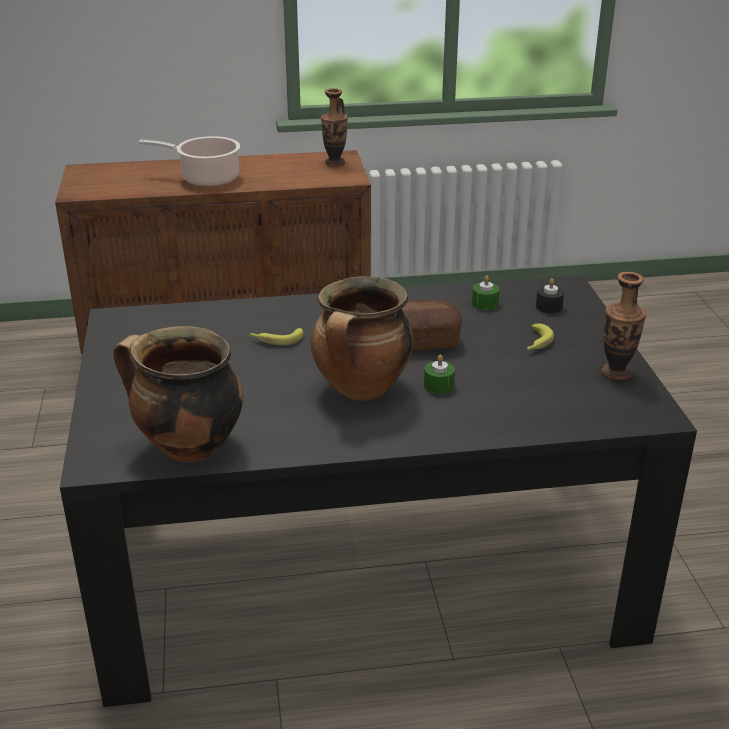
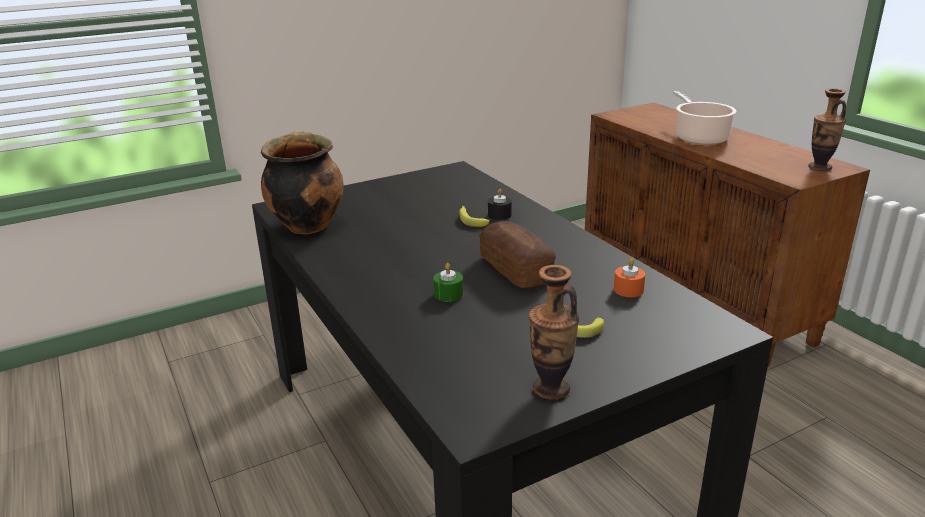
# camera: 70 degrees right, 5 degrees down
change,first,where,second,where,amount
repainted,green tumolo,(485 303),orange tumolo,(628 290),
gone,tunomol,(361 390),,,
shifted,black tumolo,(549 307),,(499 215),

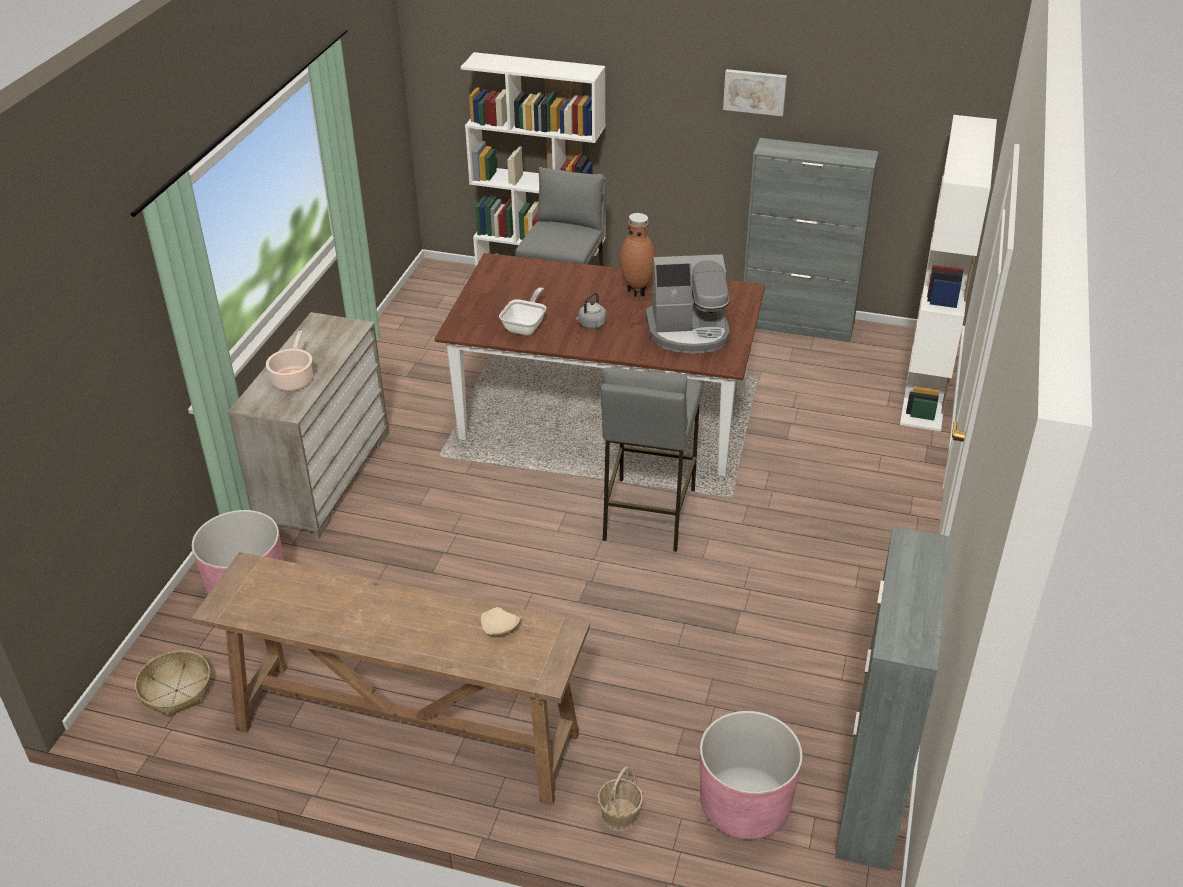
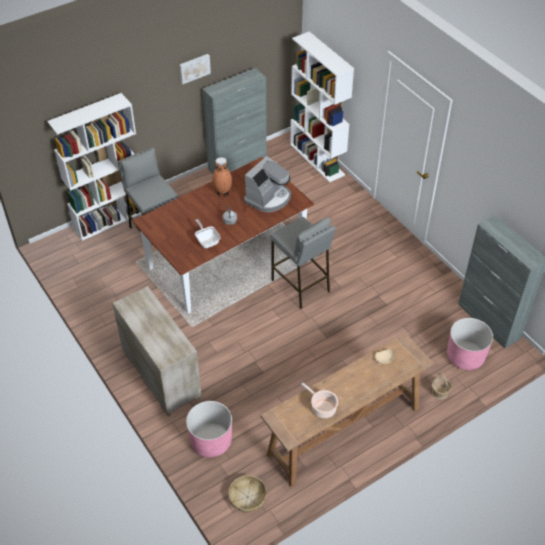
# camera: 50 degrees left, 10 degrees up
change,first,where,second,where,amount
shifted,tunomol,(293 379),,(322 408),

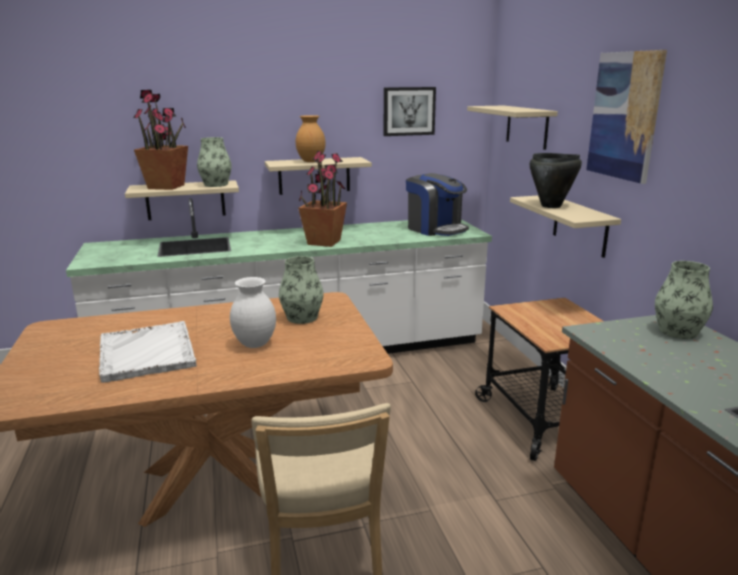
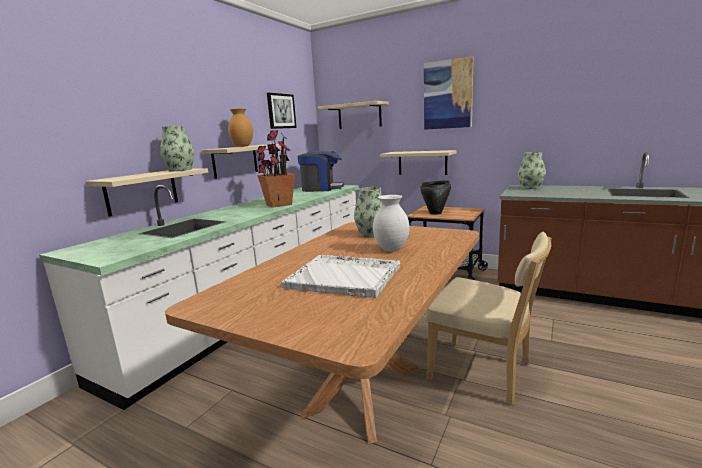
# camera: 45 degrees left, 5 degrees down
change,first,where,second,where,amount
gone,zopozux,(167 187),,,
shifted,black tunomol,(551 206),,(435 213),

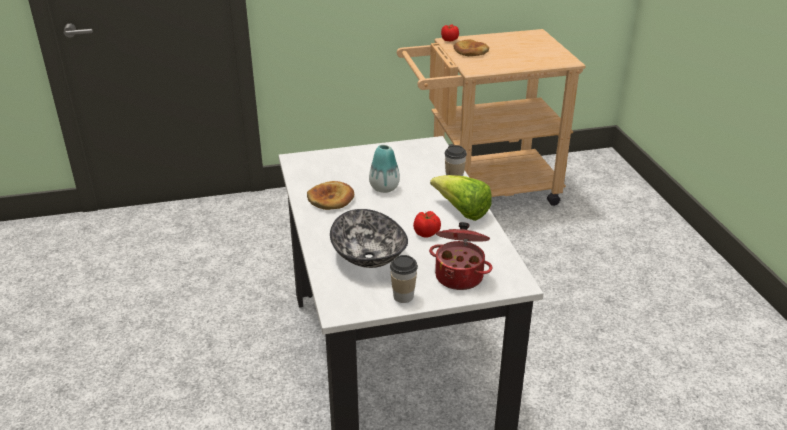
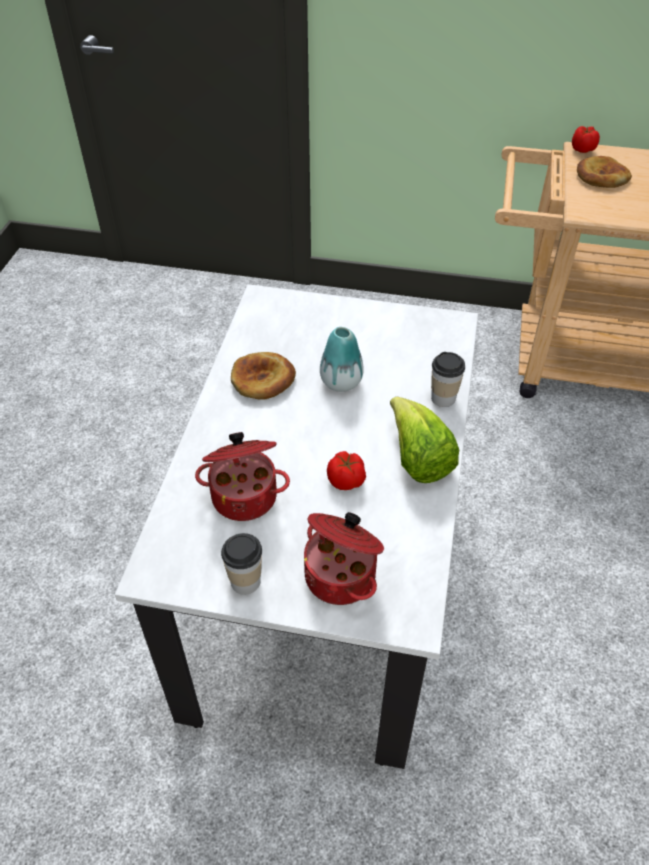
# camera: 25 degrees right, 15 degrees up
change,first,where,second,where,amount
swapped,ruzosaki,(368 257),tunomol,(245 495),

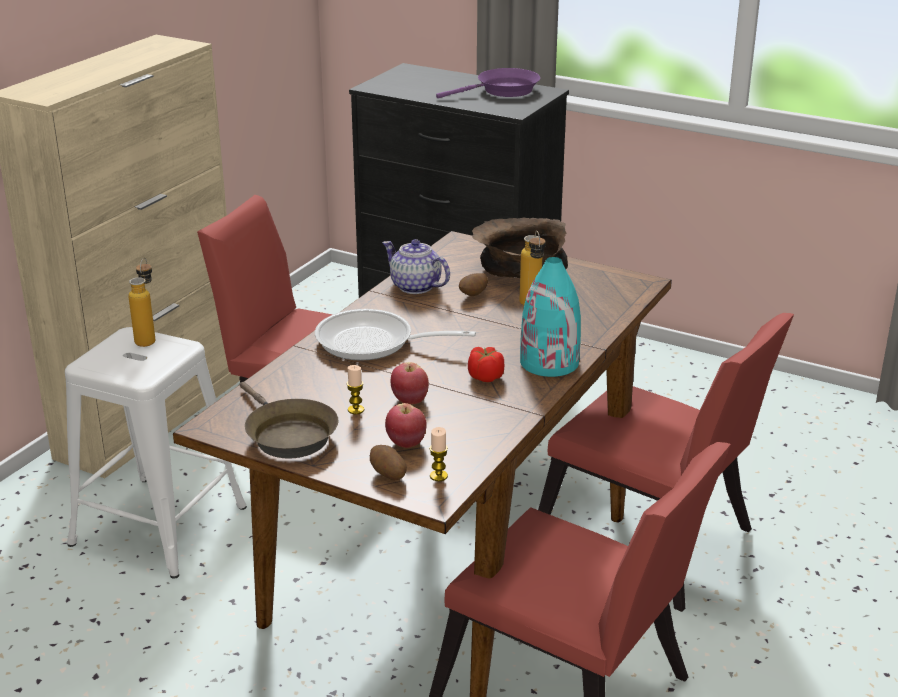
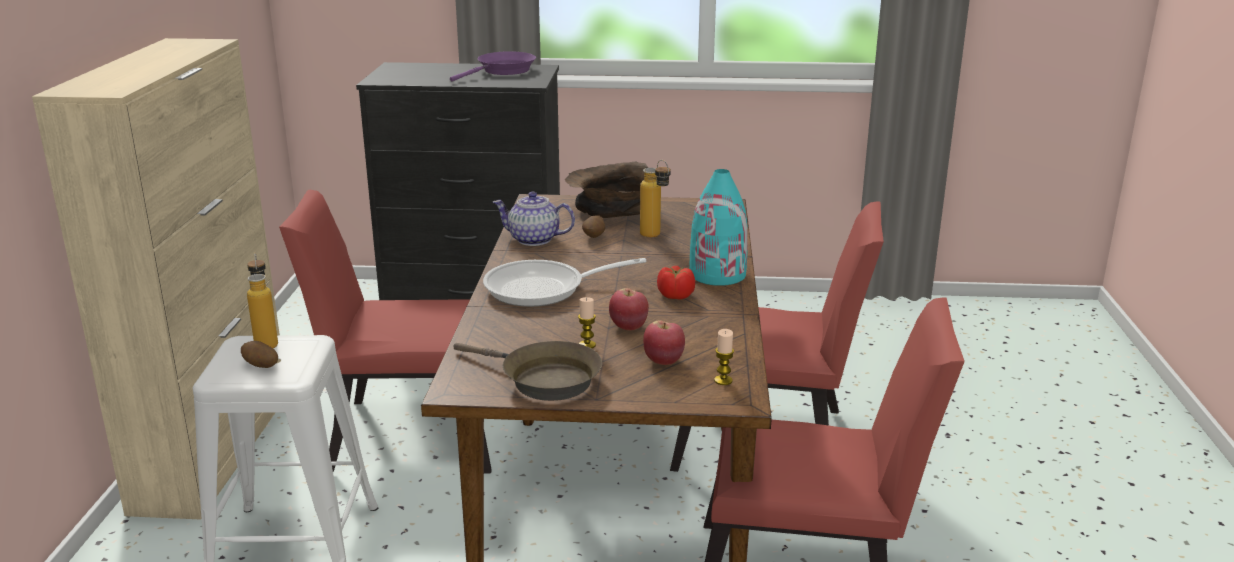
# camera: 25 degrees left, 5 degrees down
change,first,where,second,where,amount
shifted,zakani,(388 475),,(261 366),

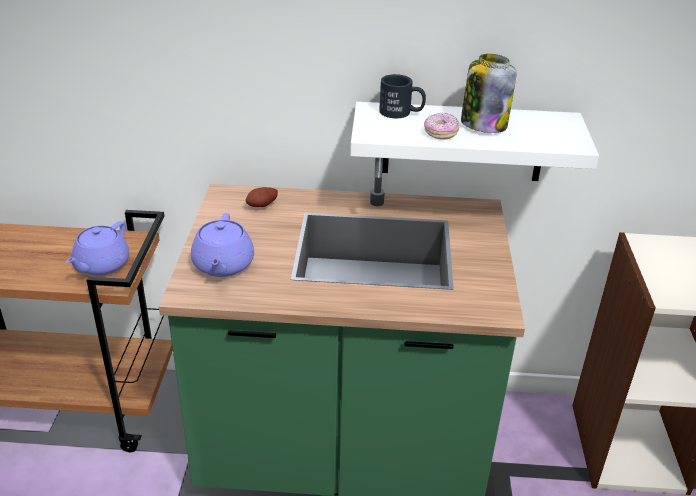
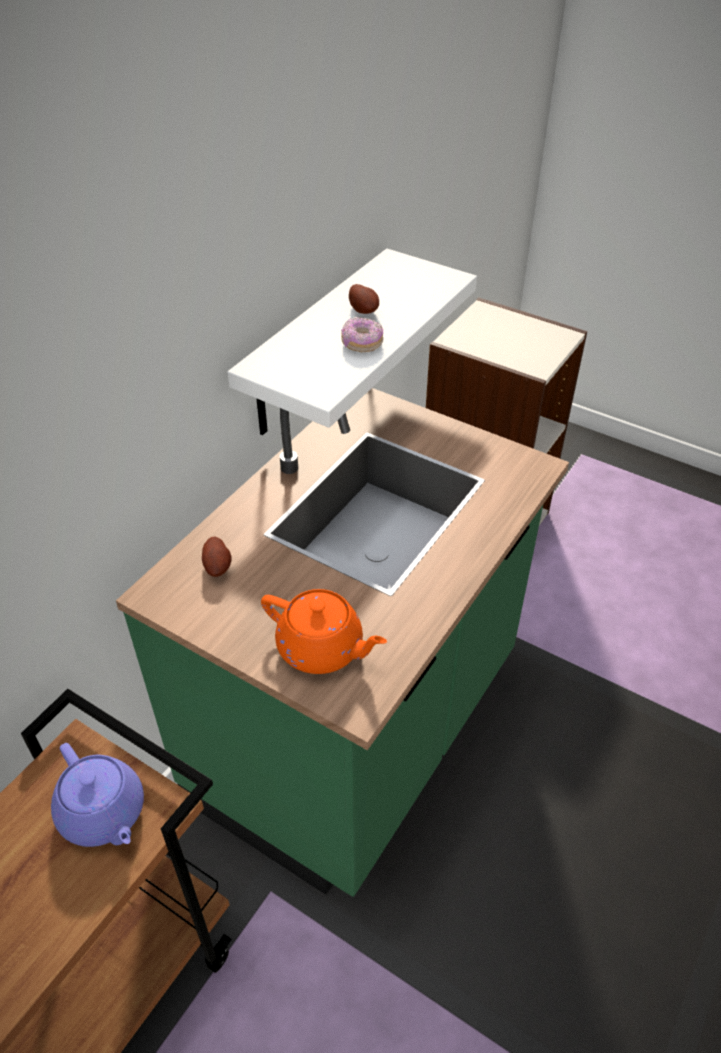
# camera: 60 degrees left, 10 degrees up
change,first,where,second,where,amount
swapped,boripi,(483 124),zakani,(364 310),
gone,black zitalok,(401 113),,,
repainted,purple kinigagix,(223 265),orange kinigagix,(322 648),

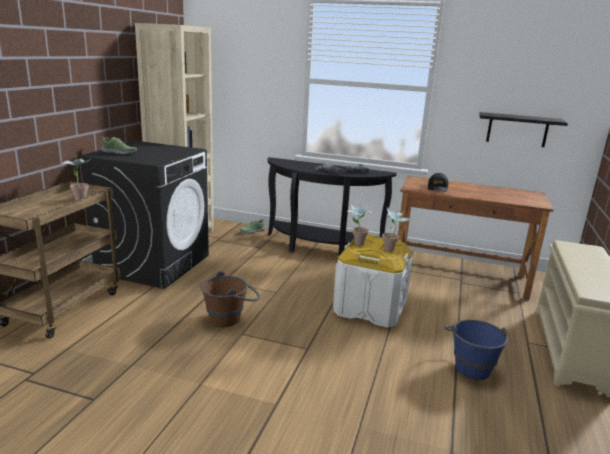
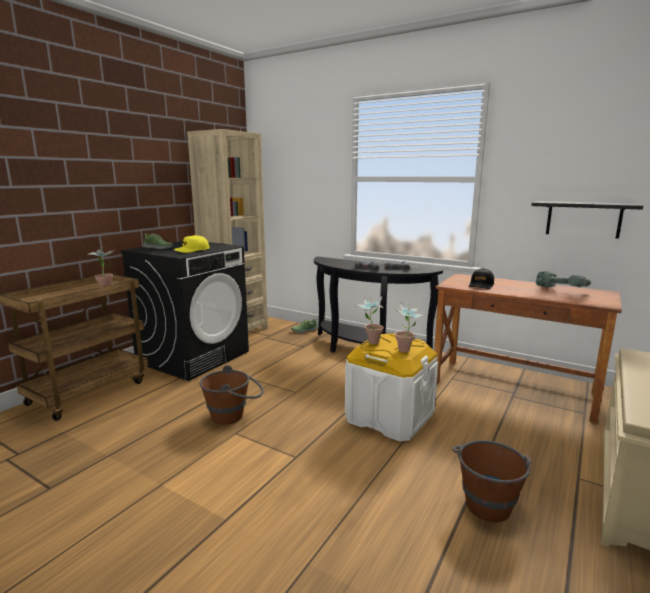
# camera: 15 degrees right, 5 degrees down
change,first,where,second,where,amount
repainted,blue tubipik,(470 365),brown tubipik,(486 499),
new,,,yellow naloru,(192 250),
new,,,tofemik,(562 290),

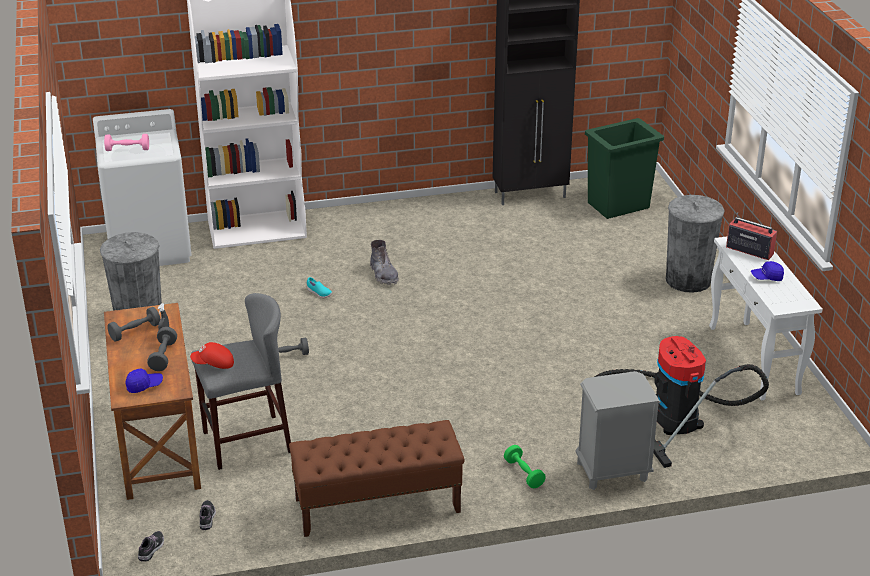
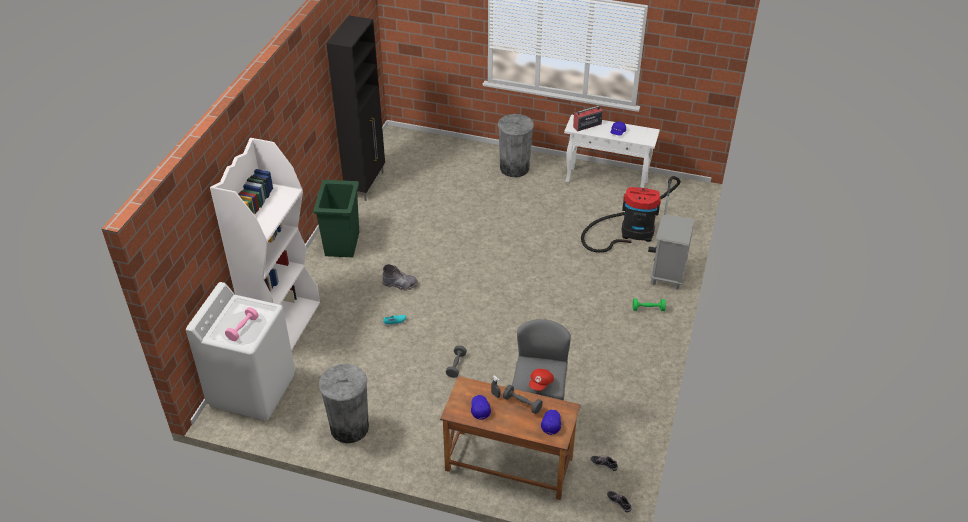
# camera: 60 degrees left, 10 degrees up
change,first,where,second,where,amount
shifted,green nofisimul,(619 205),,(343 243),
swapped,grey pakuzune,(135 332),blue naloru,(480 409),
gone,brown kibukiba,(377 505),,,

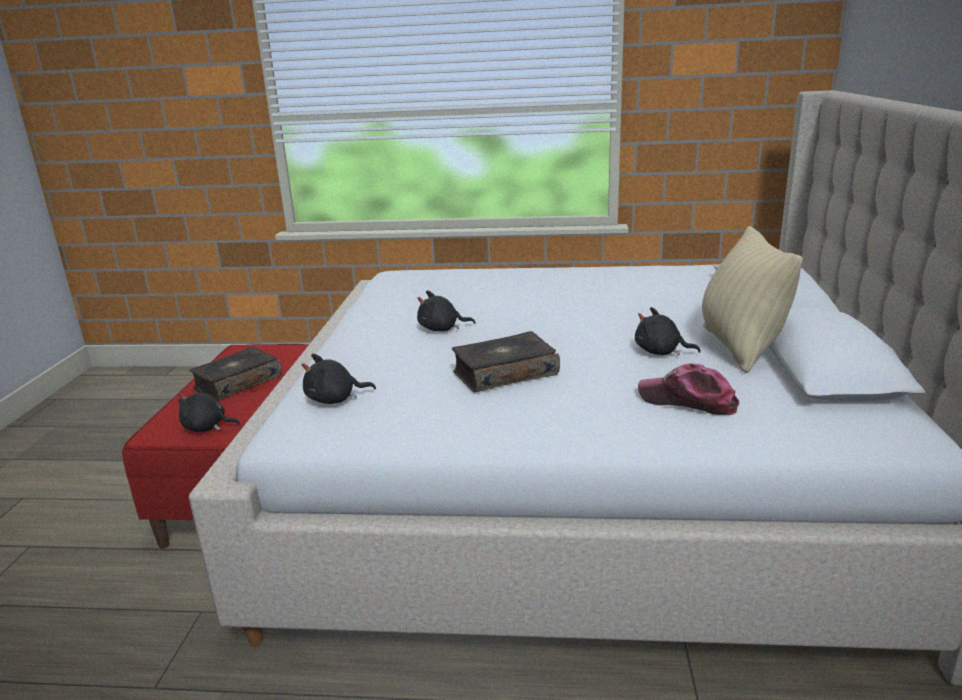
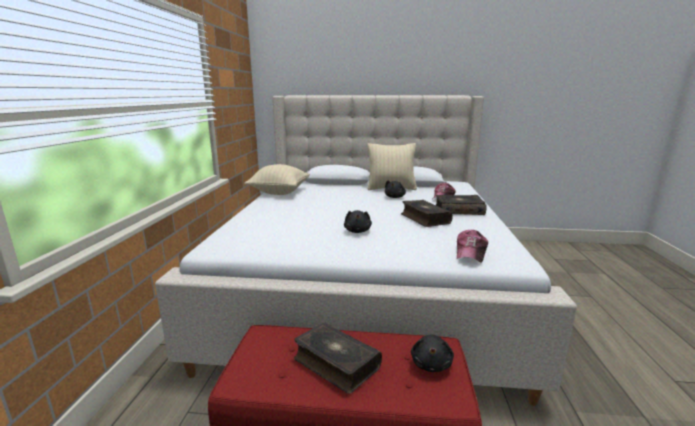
# camera: 90 degrees left, 5 degrees down
change,first,where,second,where,amount
swapped,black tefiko,(335 399),naloru,(471 252),
new,,,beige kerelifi,(279 192),
new,,,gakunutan,(458 211),

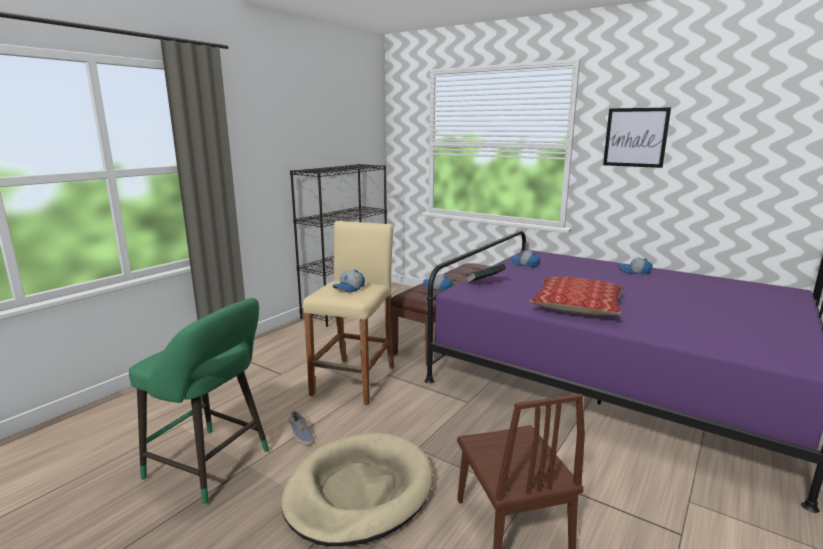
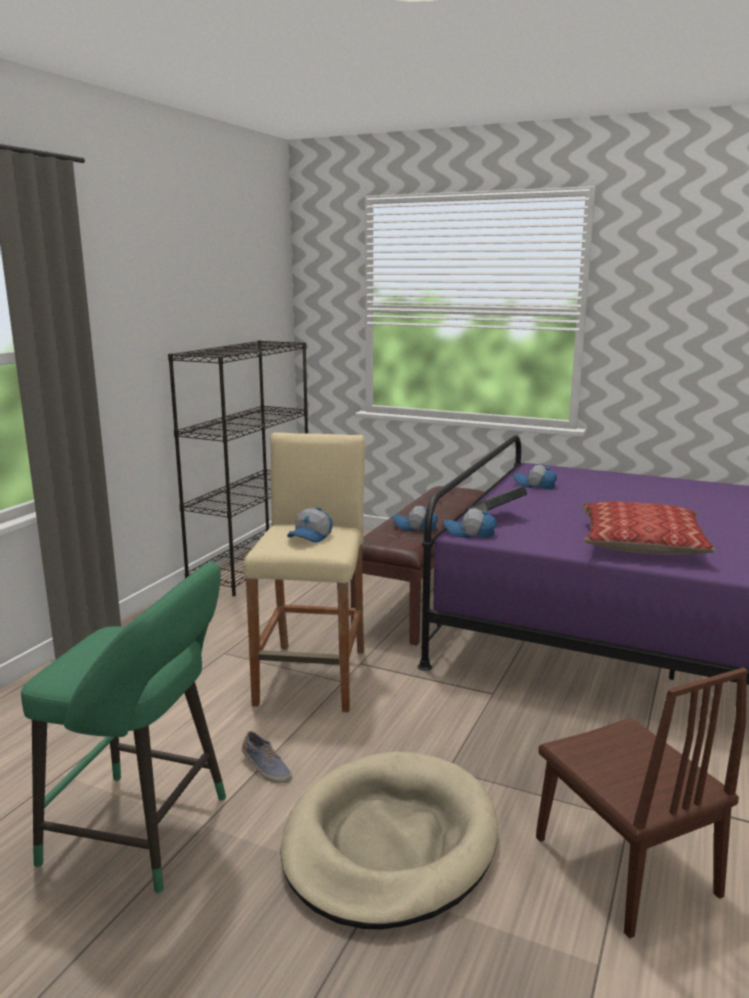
# camera: 10 degrees left, 0 degrees up
change,first,where,second,where,amount
gone,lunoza,(635 137),,,
shifted,naloru,(634 272),,(469 533),

